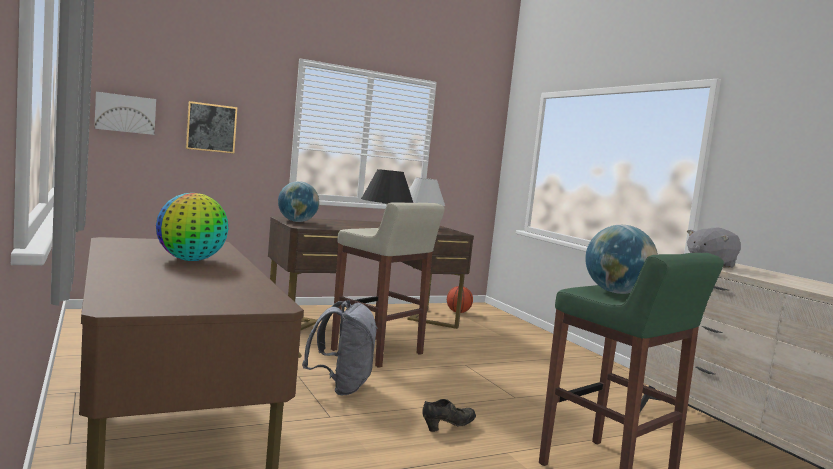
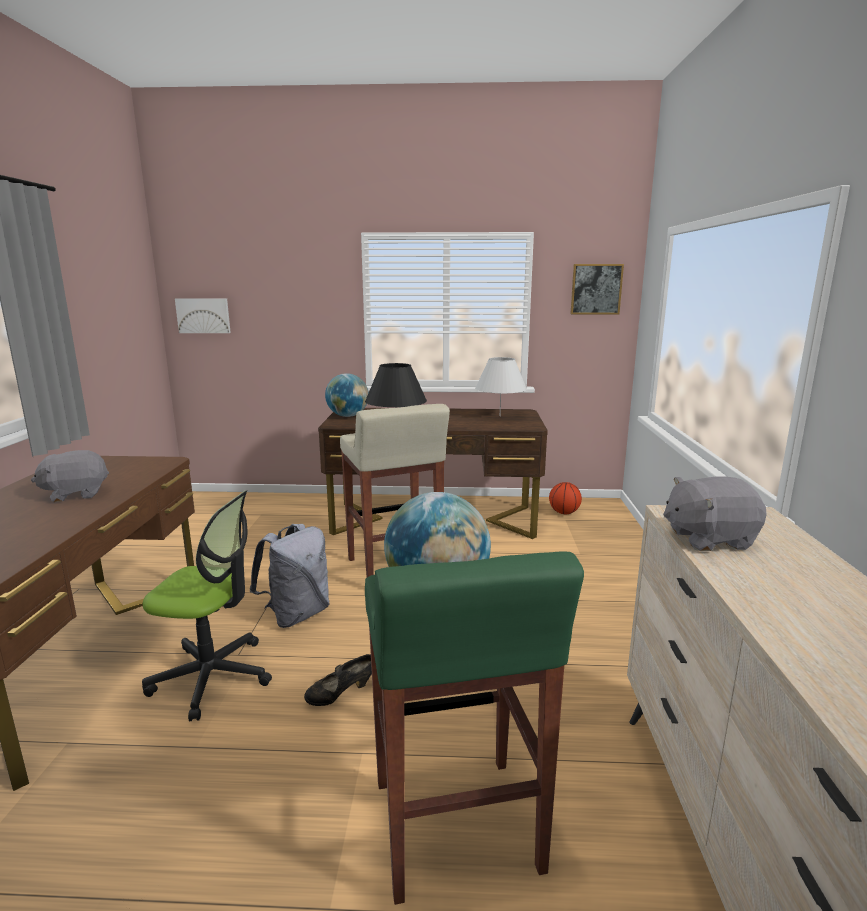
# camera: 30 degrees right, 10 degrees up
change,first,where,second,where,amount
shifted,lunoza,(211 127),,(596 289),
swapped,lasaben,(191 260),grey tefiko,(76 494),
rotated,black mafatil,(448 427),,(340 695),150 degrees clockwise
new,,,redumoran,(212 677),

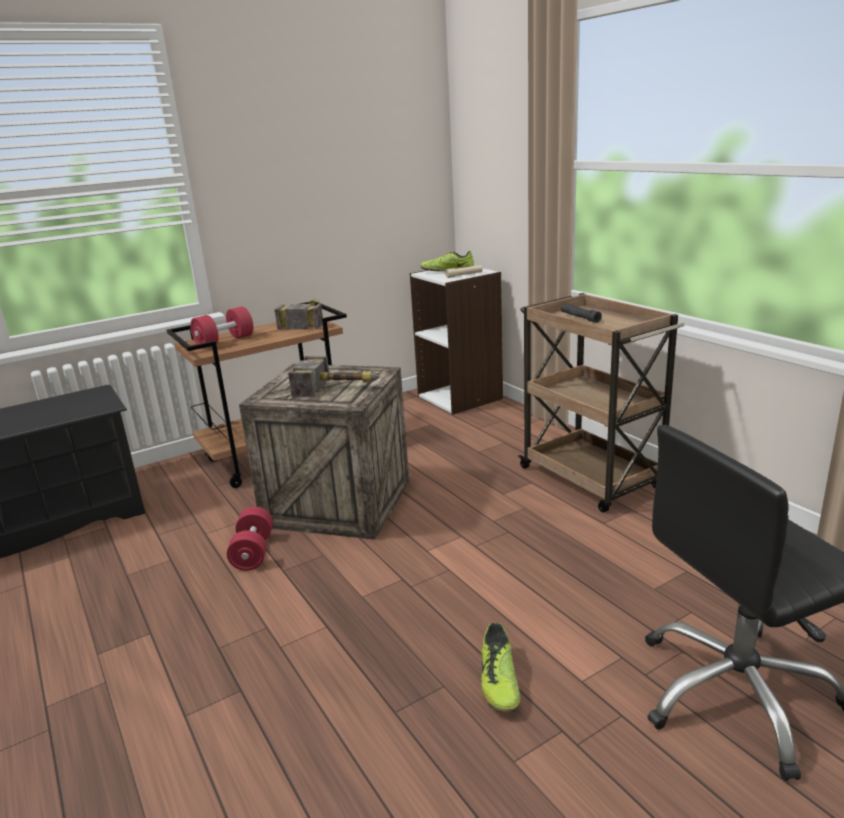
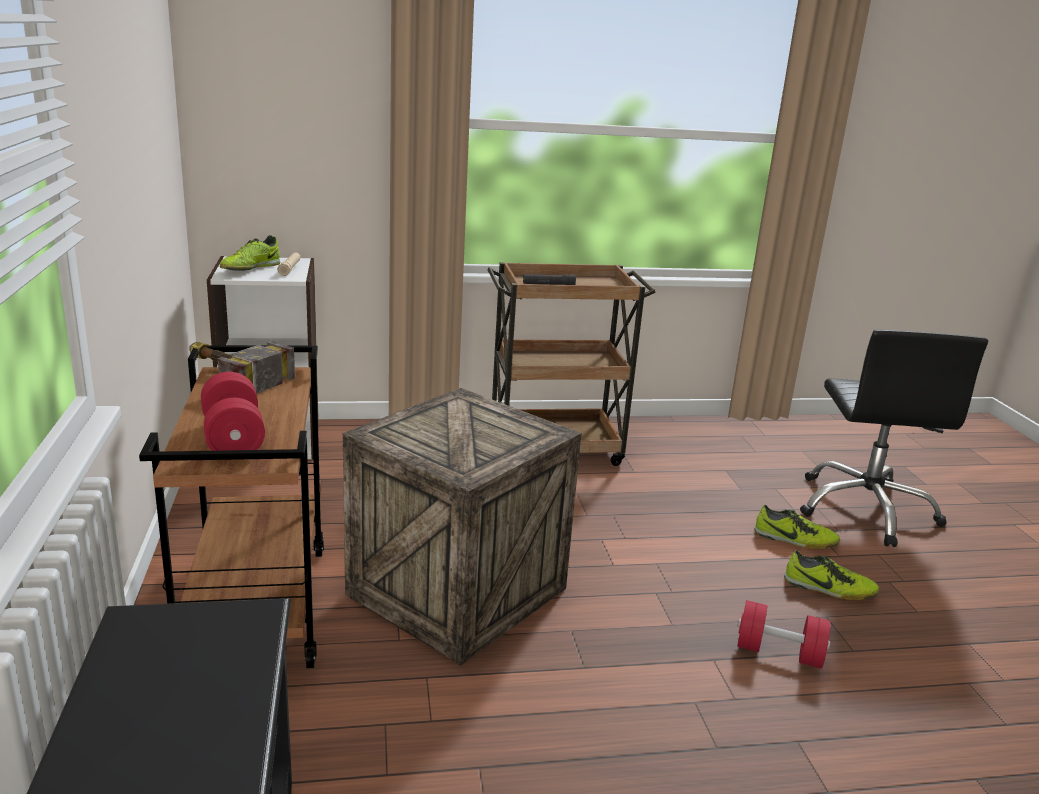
# camera: 70 degrees left, 0 degrees up
change,first,where,second,where,amount
gone,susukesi,(339 388),,,
shifted,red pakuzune,(253 552),,(779 652),
new,,,mafatil,(795 540),

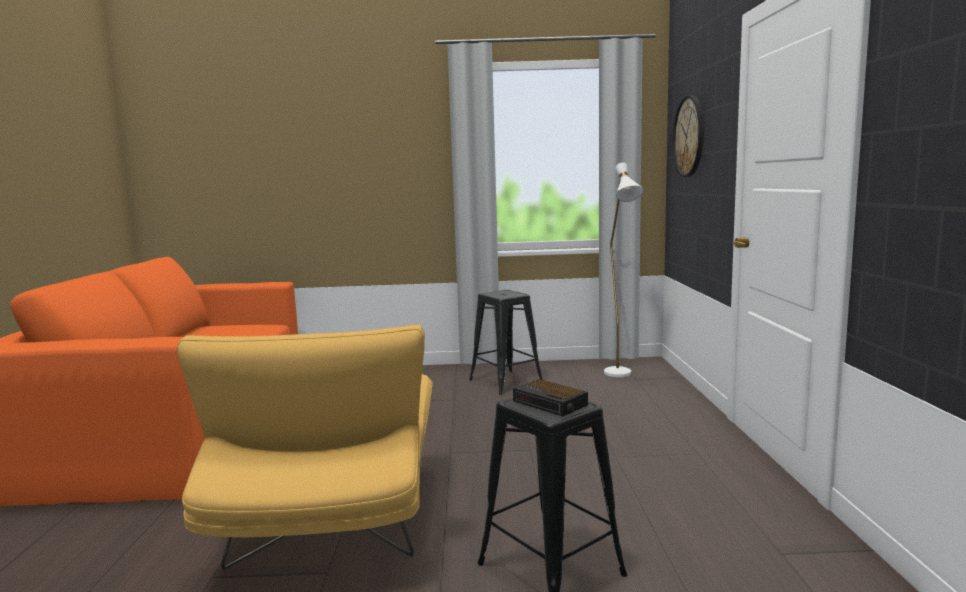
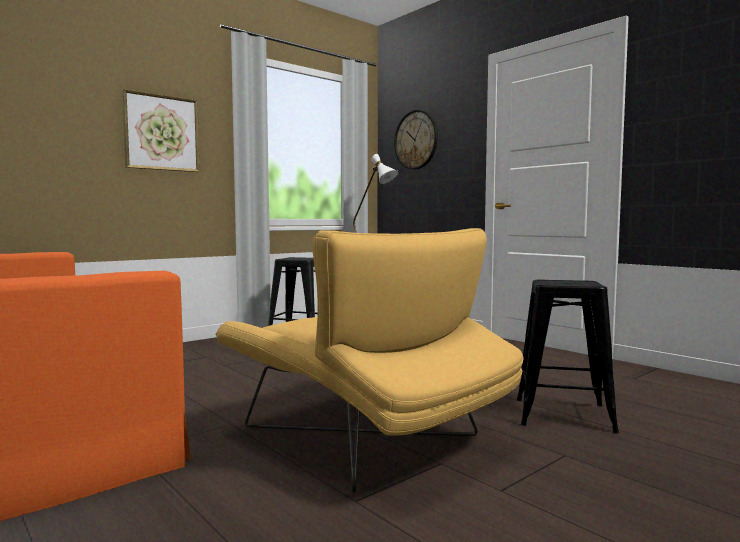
# camera: 40 degrees left, 5 degrees down
change,first,where,second,where,amount
gone,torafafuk,(551 403),,,
new,,,lunoza,(161 133),

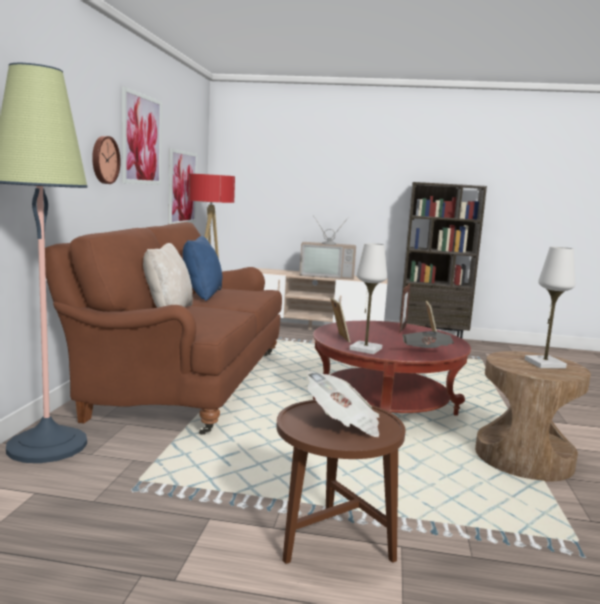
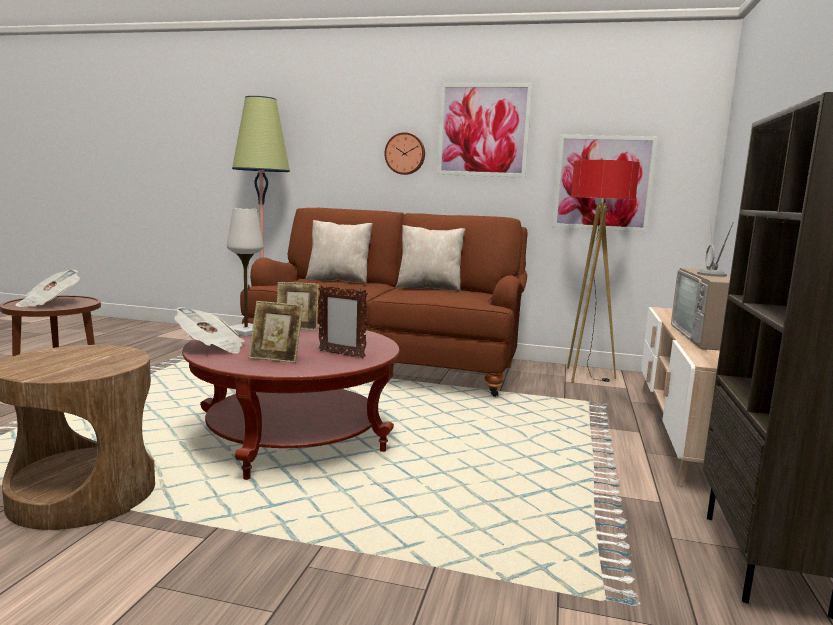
# camera: 95 degrees right, 0 degrees up
change,first,where,second,where,amount
repainted,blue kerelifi,(202 294),beige kerelifi,(429 288),
gone,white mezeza,(544 364),,,

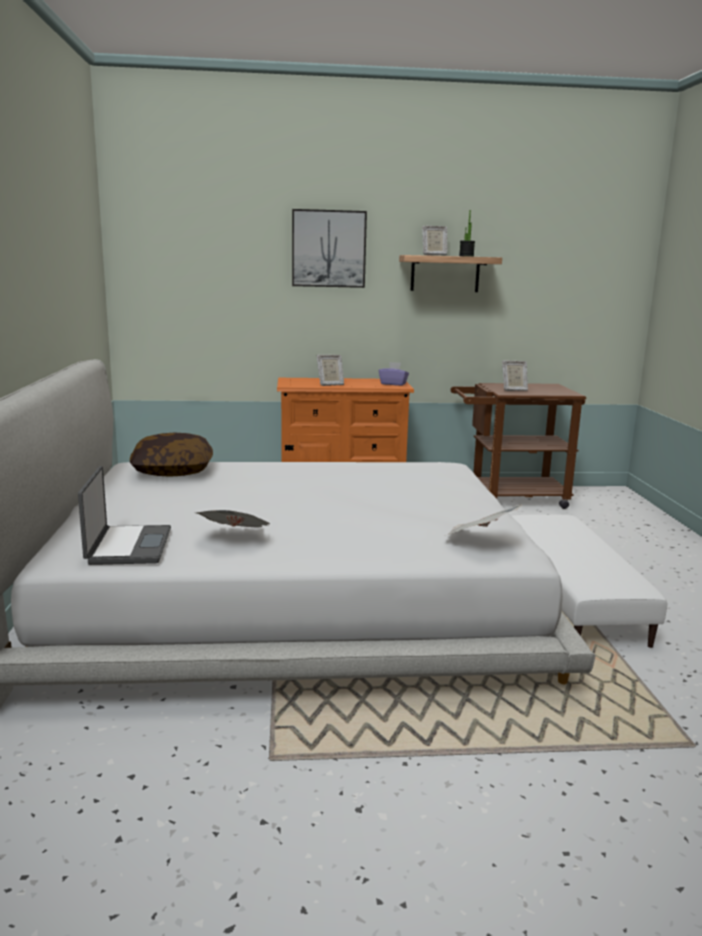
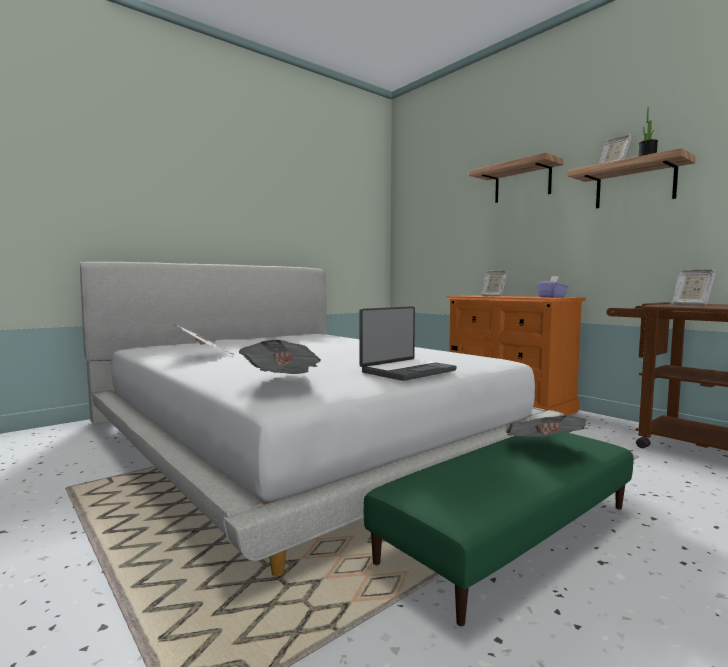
# camera: 55 degrees right, 10 degrees down
change,first,where,second,where,amount
swapped,lunoza,(328 249),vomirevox,(522 183),
gone,kerelifi,(172 470),,,
shifted,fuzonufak,(127 546),,(407 371),
repainted,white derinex,(569 596),green derinex,(510 533),
new,,,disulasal,(543 448),

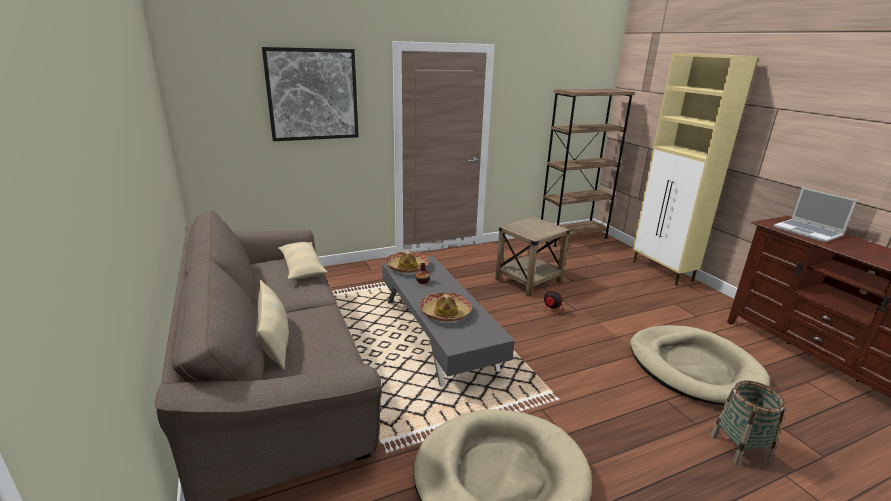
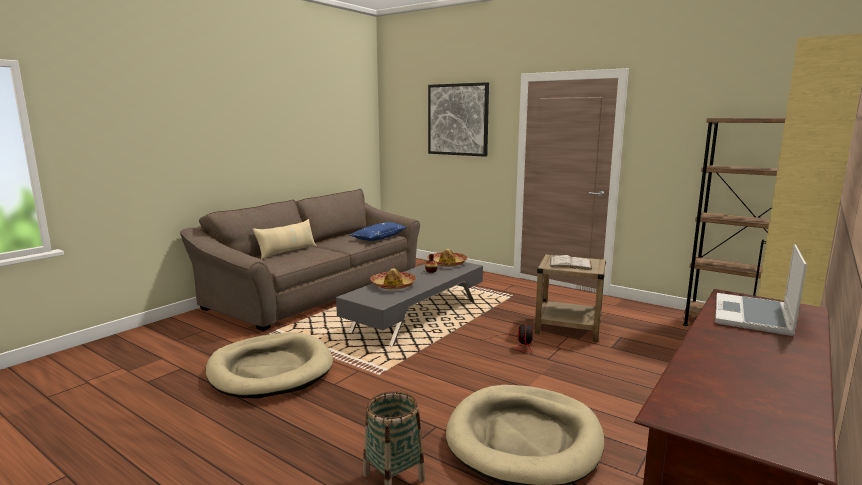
# camera: 60 degrees right, 10 degrees down
change,first,where,second,where,amount
repainted,beige kerelifi,(302 267),blue kerelifi,(379 237),
new,,,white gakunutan,(570 264),

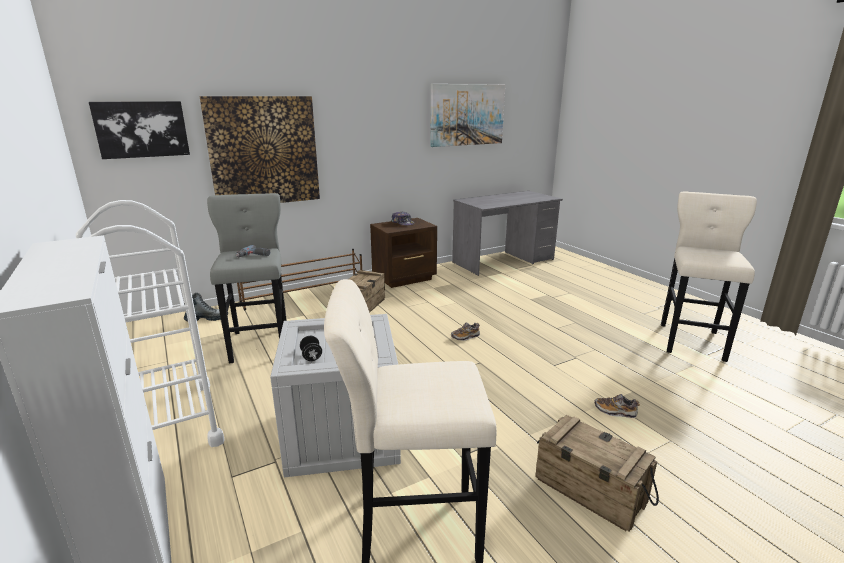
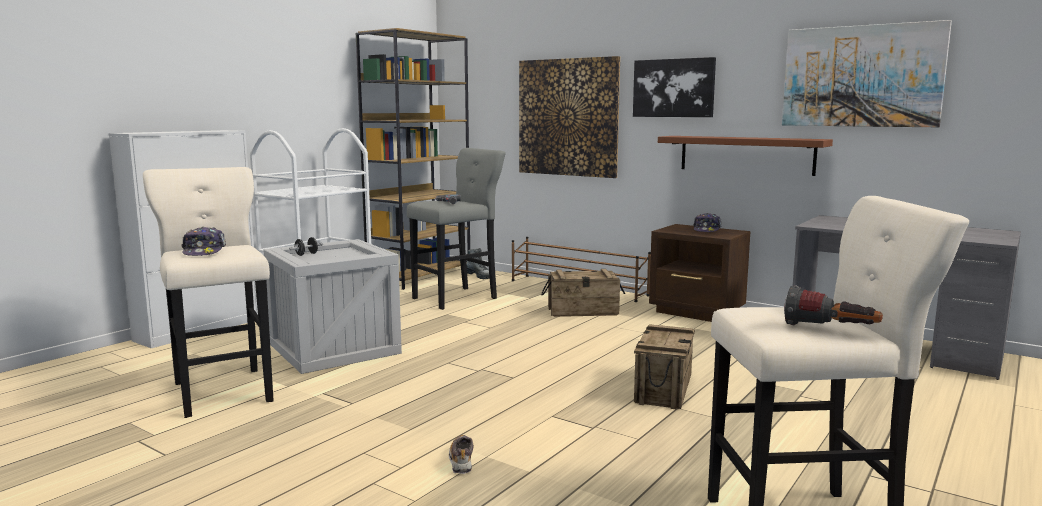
# camera: 65 degrees right, 10 degrees down
change,first,where,second,where,amount
shifted,lunoza,(142 129),,(673 88),
gone,mafatil,(465 337),,,
shifted,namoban,(589 491),,(663 389),
new,,,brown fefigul,(420 276),
new,,,brown vomirevox,(746 154),
new,,,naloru,(204 251),
new,,,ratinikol,(830 330),

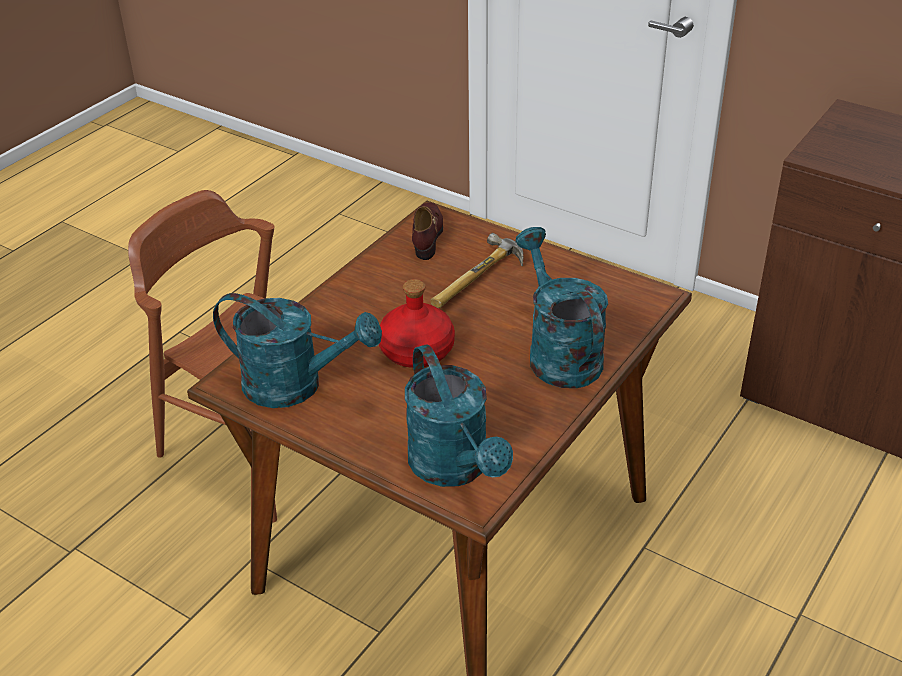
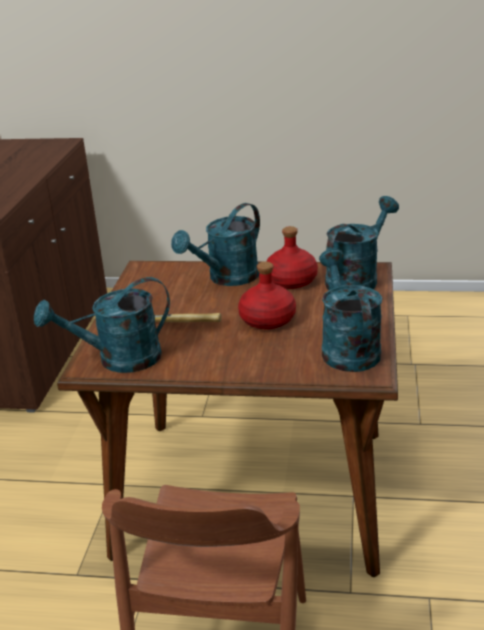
# camera: 115 degrees left, 10 degrees down
change,first,where,second,where,amount
swapped,brown mafatil,(427 235),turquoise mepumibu,(118 360),
new,,,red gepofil,(292 281),

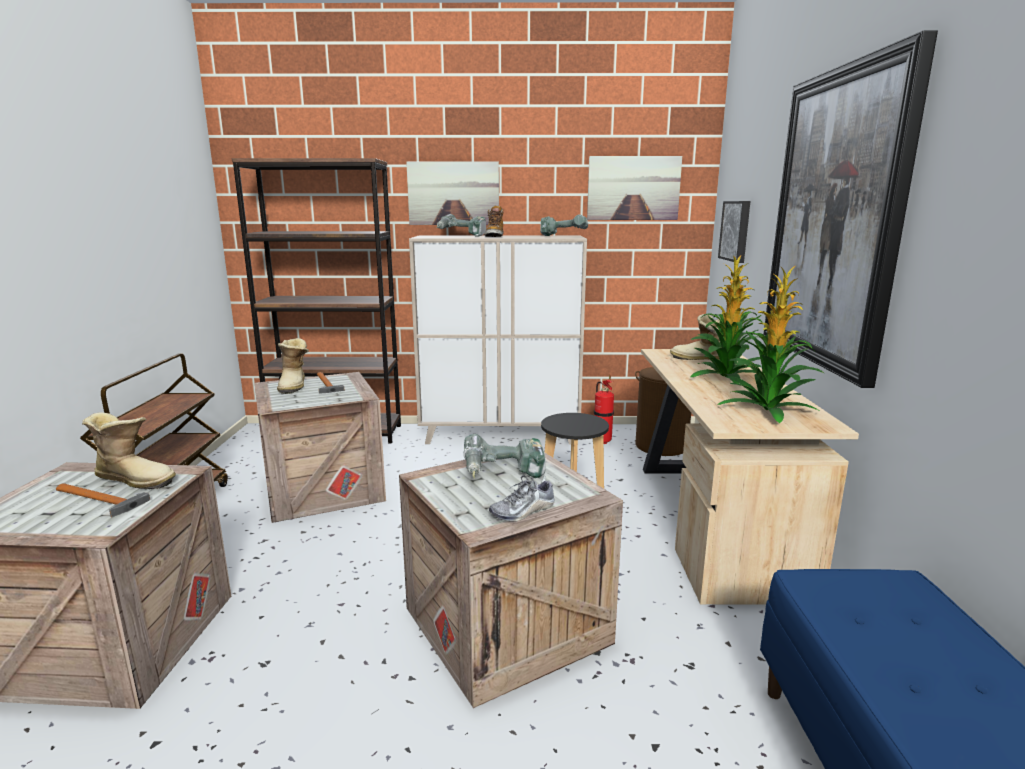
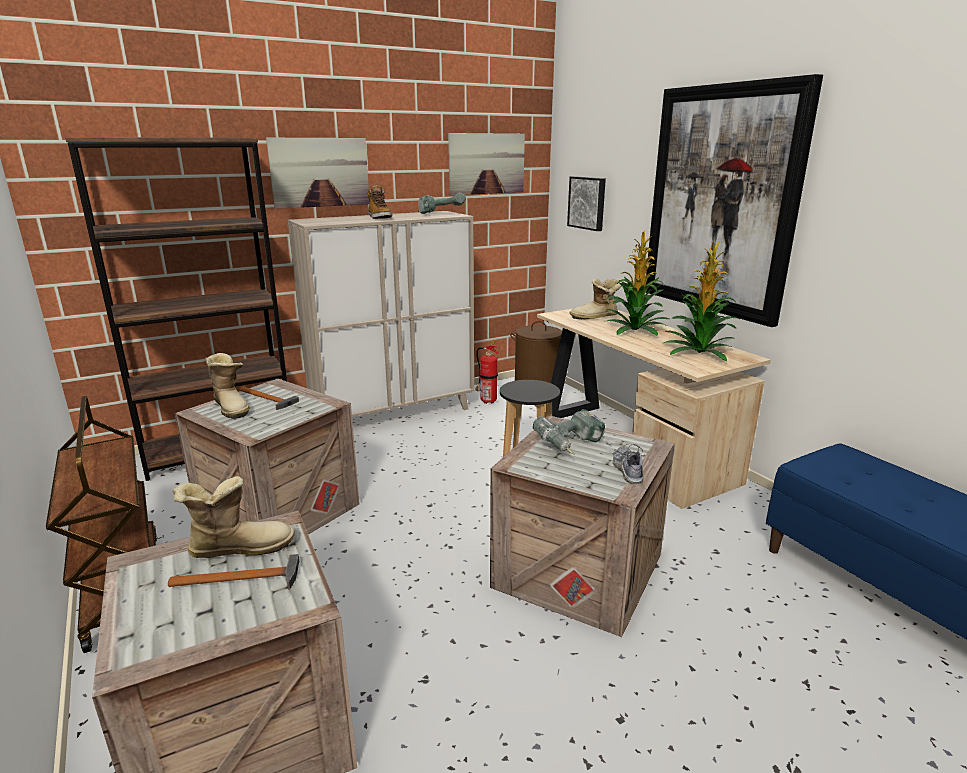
# camera: 30 degrees left, 5 degrees up
change,first,where,second,where,amount
gone,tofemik,(461 236),,,
rotated,mafatil,(523 511),,(627 470),150 degrees clockwise

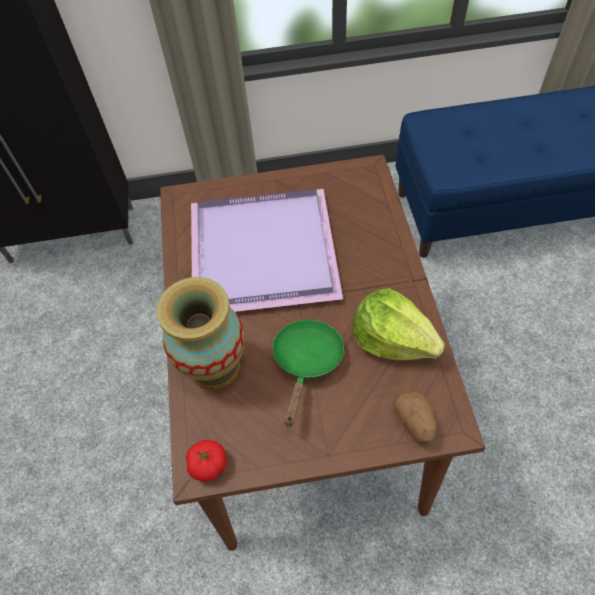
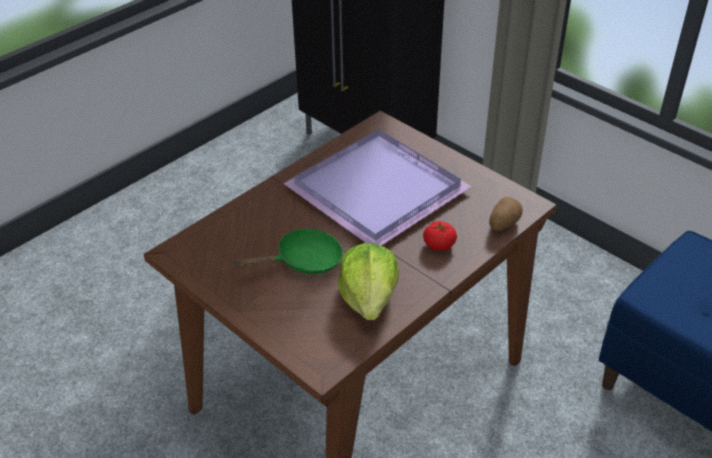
# camera: 50 degrees right, 15 degrees down
change,first,where,second,where,amount
gone,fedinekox,(214 365),,,
shifted,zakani,(414 423),,(503 224),
shifted,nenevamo,(208 464),,(439 244),

